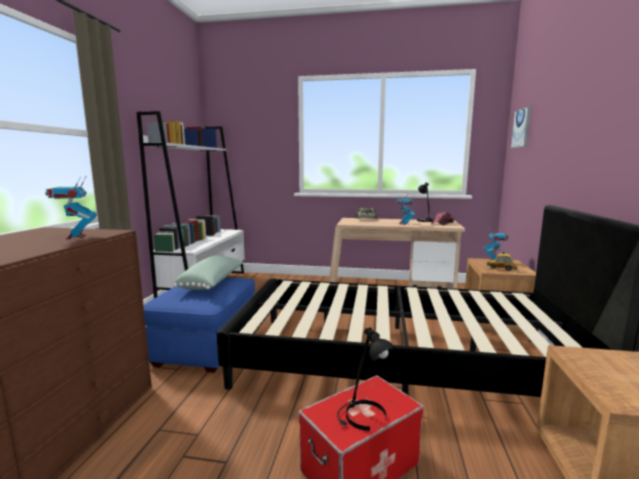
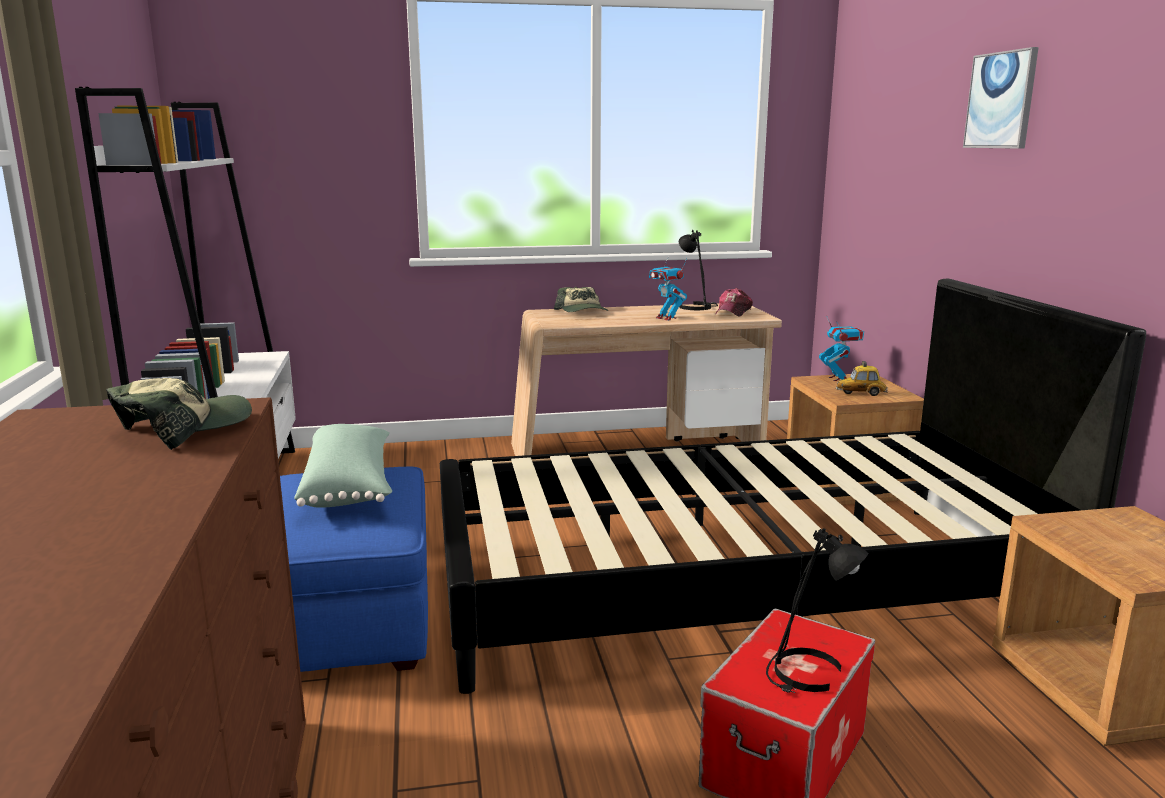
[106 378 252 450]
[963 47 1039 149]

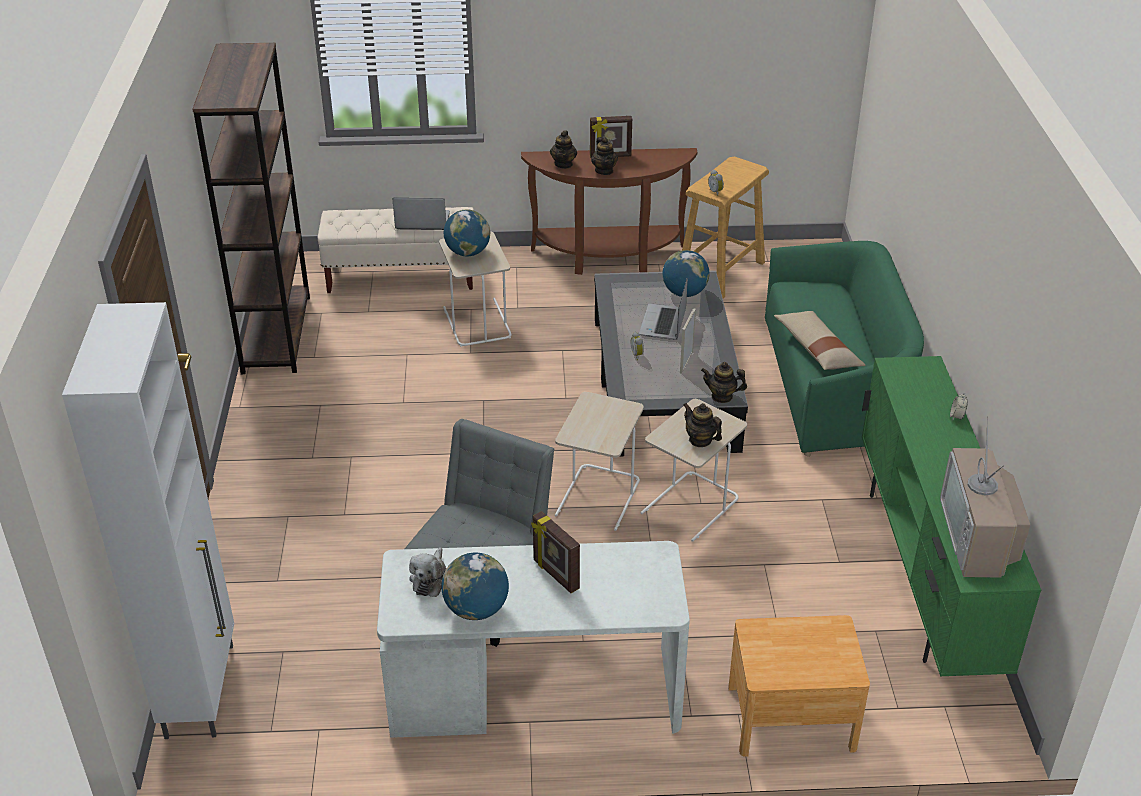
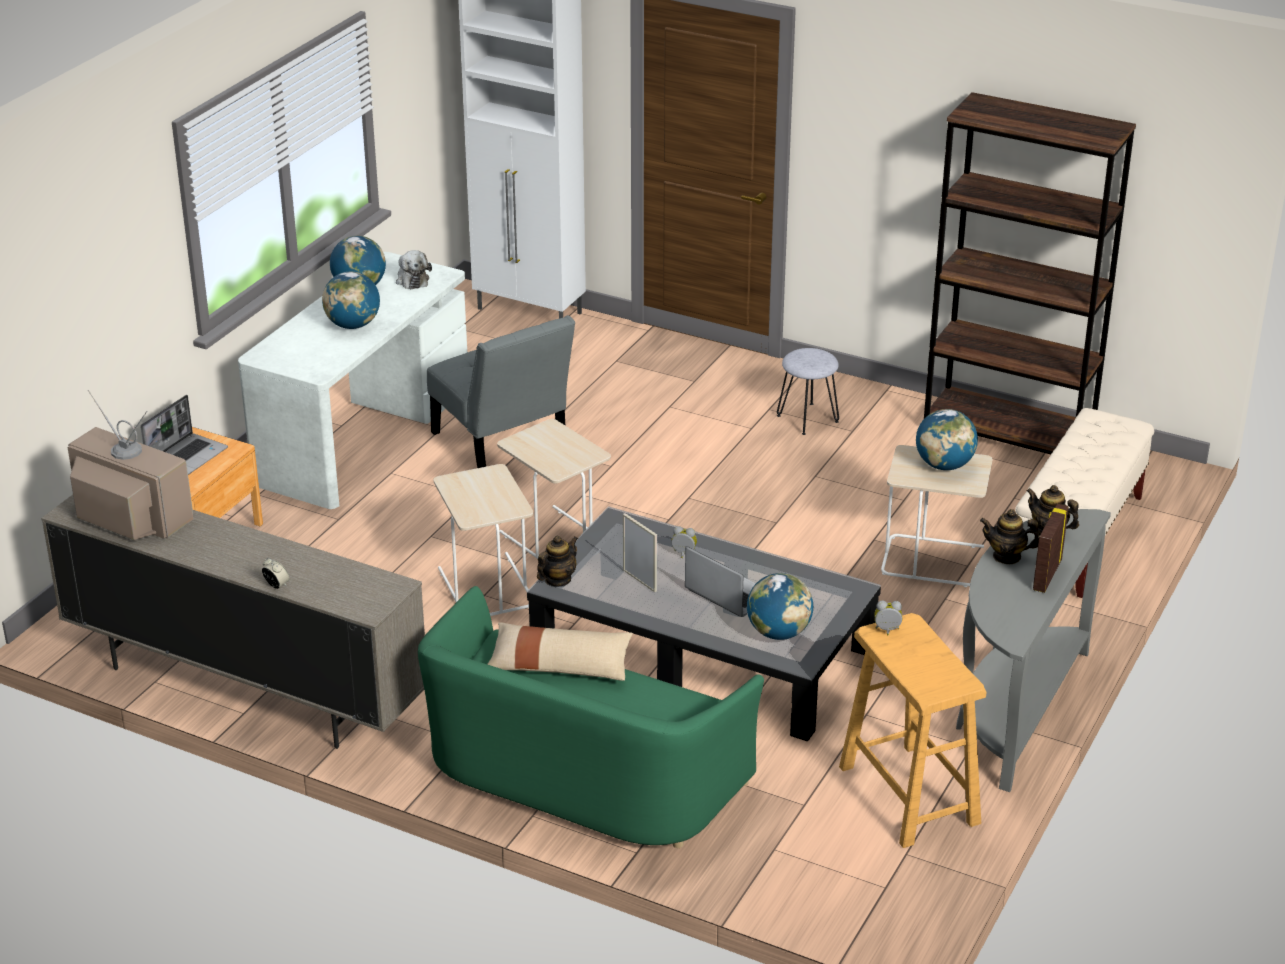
[41 495 425 749]
[140 395 228 475]
[322 272 380 329]
[396 250 432 289]
[777 348 839 435]
[956 509 1111 792]
[684 403 722 447] (first image)

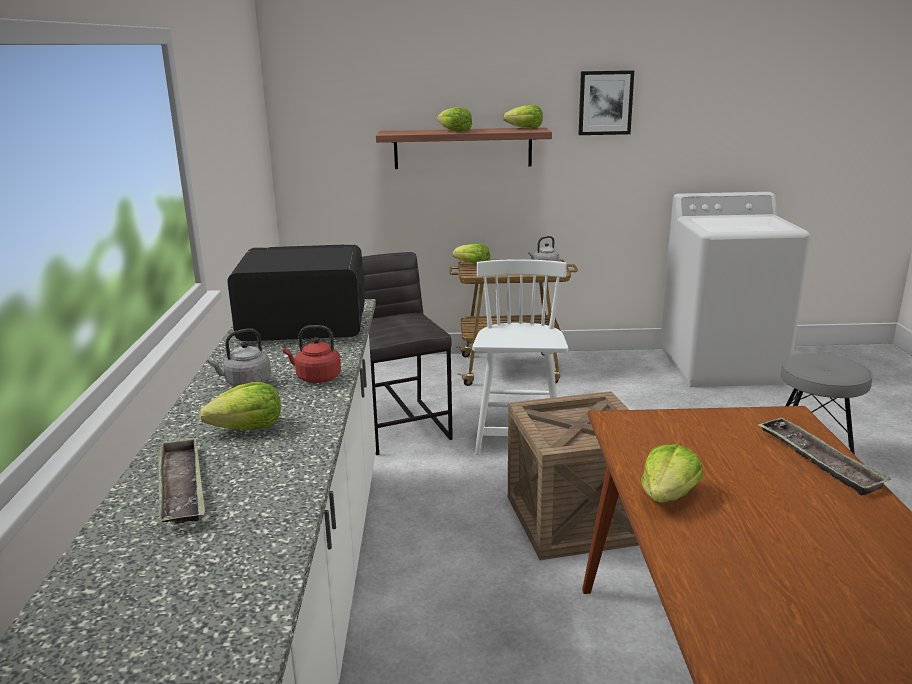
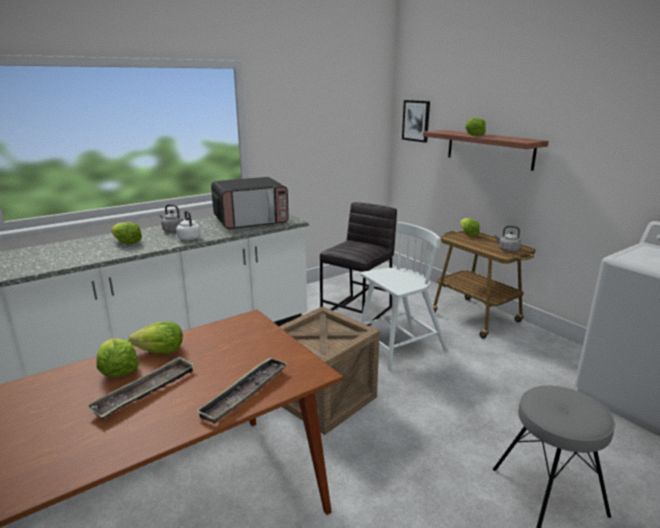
[86 356 195 419]
[96 338 139 377]
[176 210 201 240]
[211 177 289 229]
[402 100 430 143]

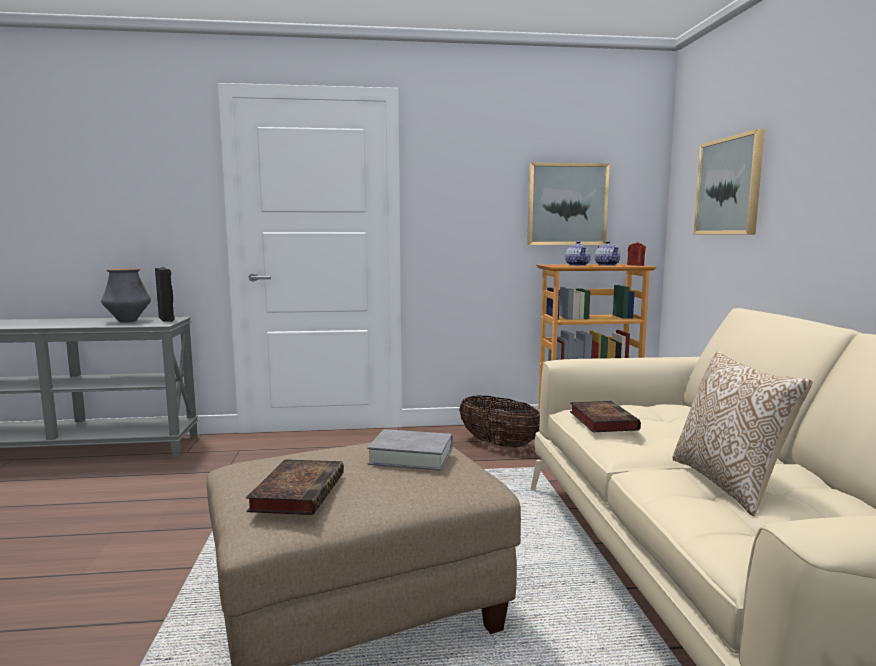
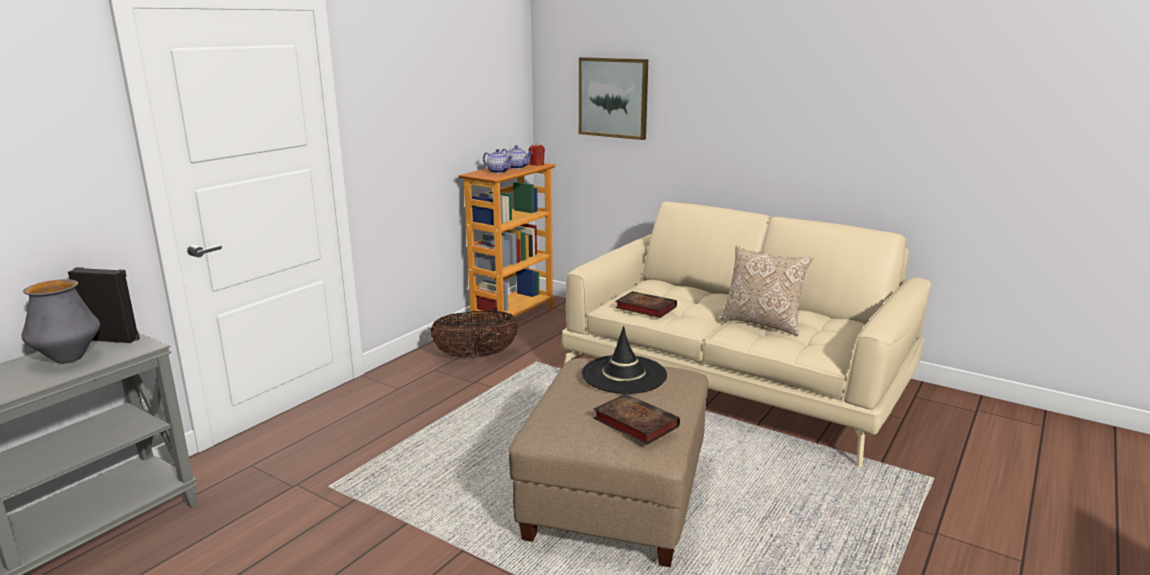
[582 326 667 394]
[527 163 610 245] (first image)

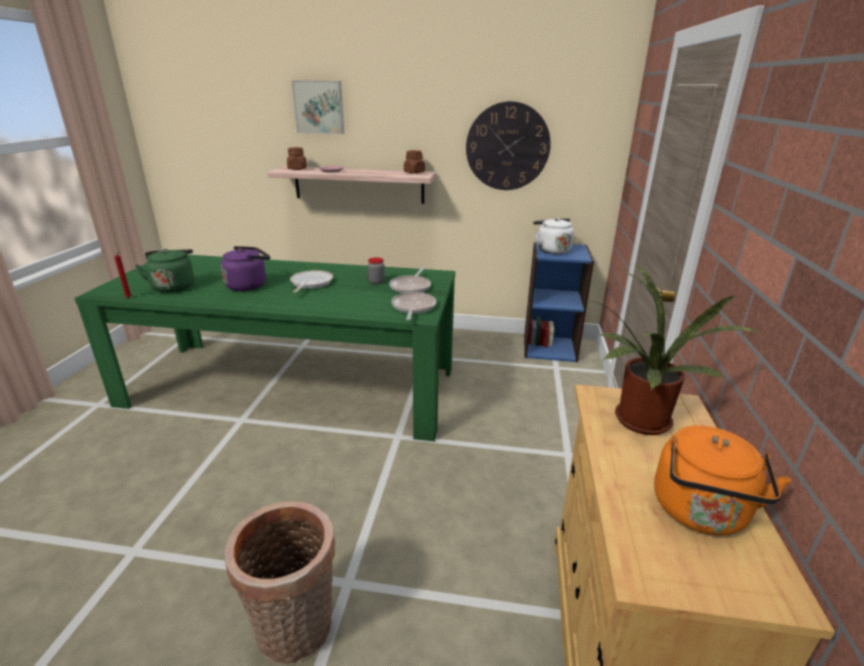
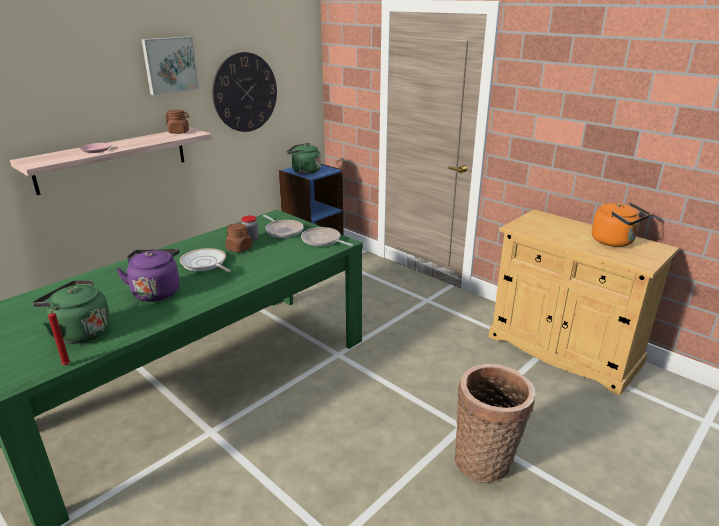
[141 37 199 95]
[225 223 252 253]
[287 143 321 174]
[591 263 761 435] (first image)

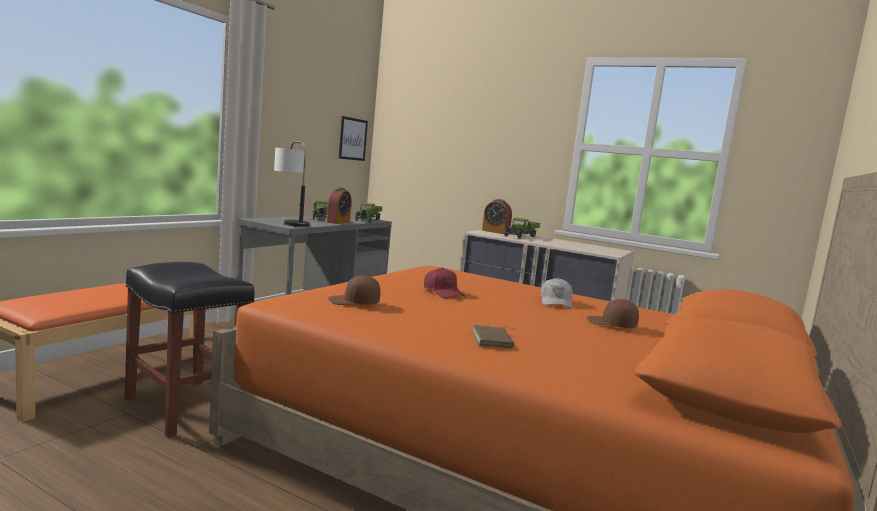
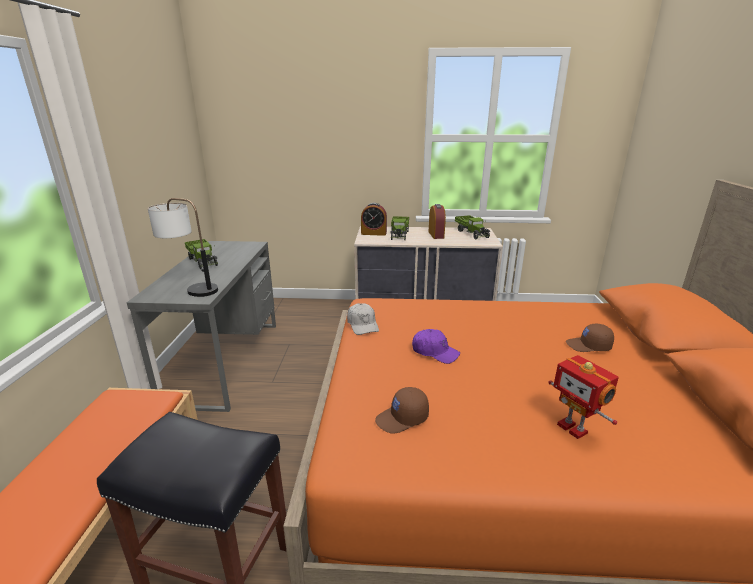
[347 303 379 335]
[412 329 460 364]
[429 204 446 239]
[455 215 490 239]
[548 355 619 439]
[339 116 368 161] (first image)

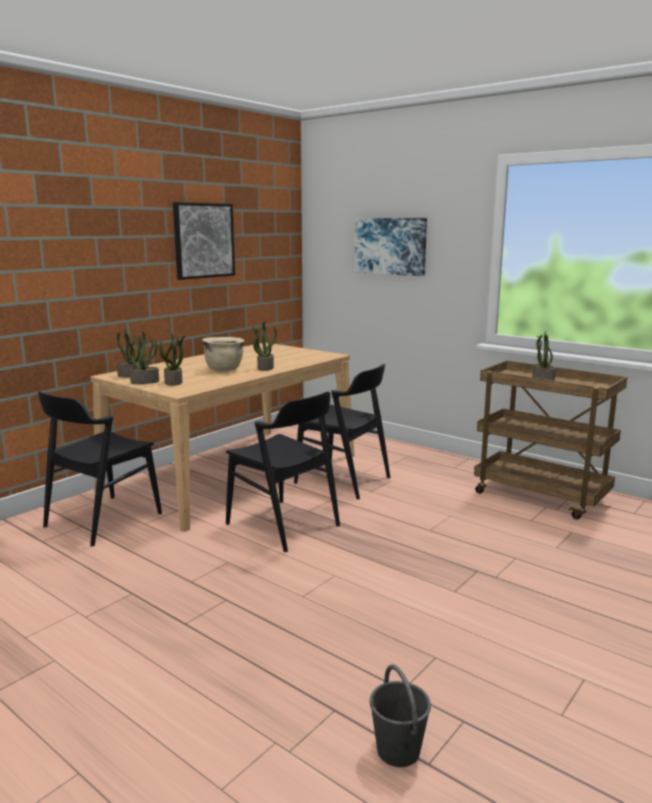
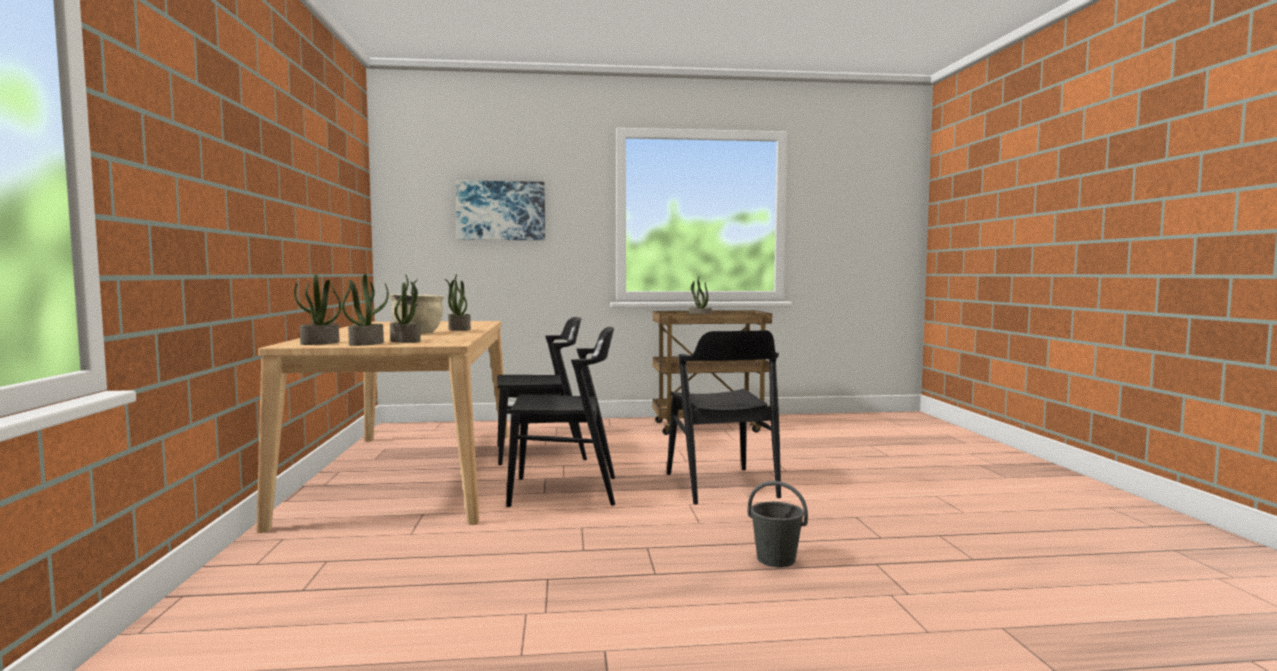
[667 330 781 504]
[747 481 808 567]
[173 202 235 280] (first image)

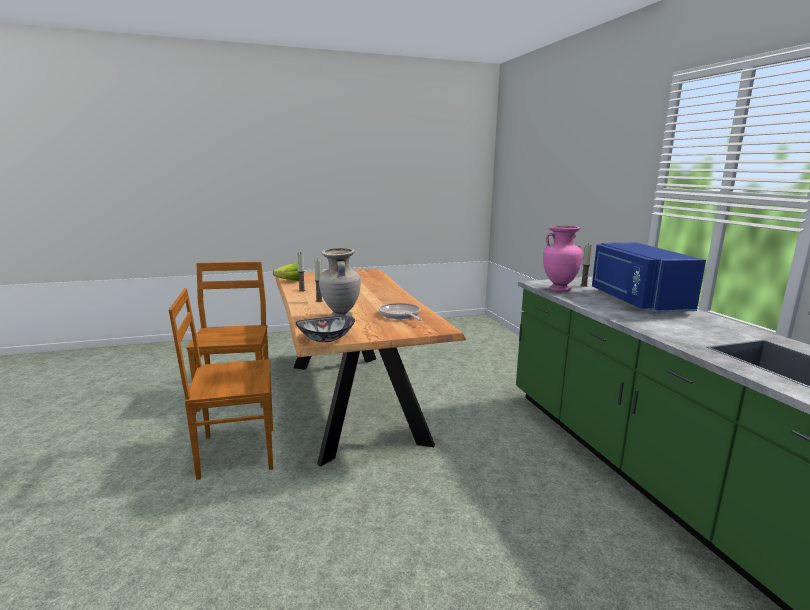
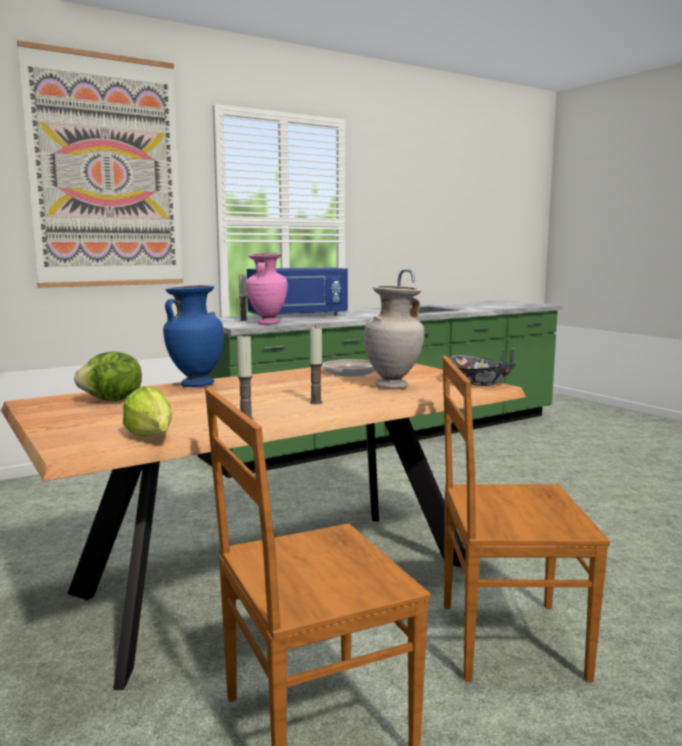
[17 40 183 288]
[74 352 142 401]
[163 285 224 387]
[442 356 610 682]

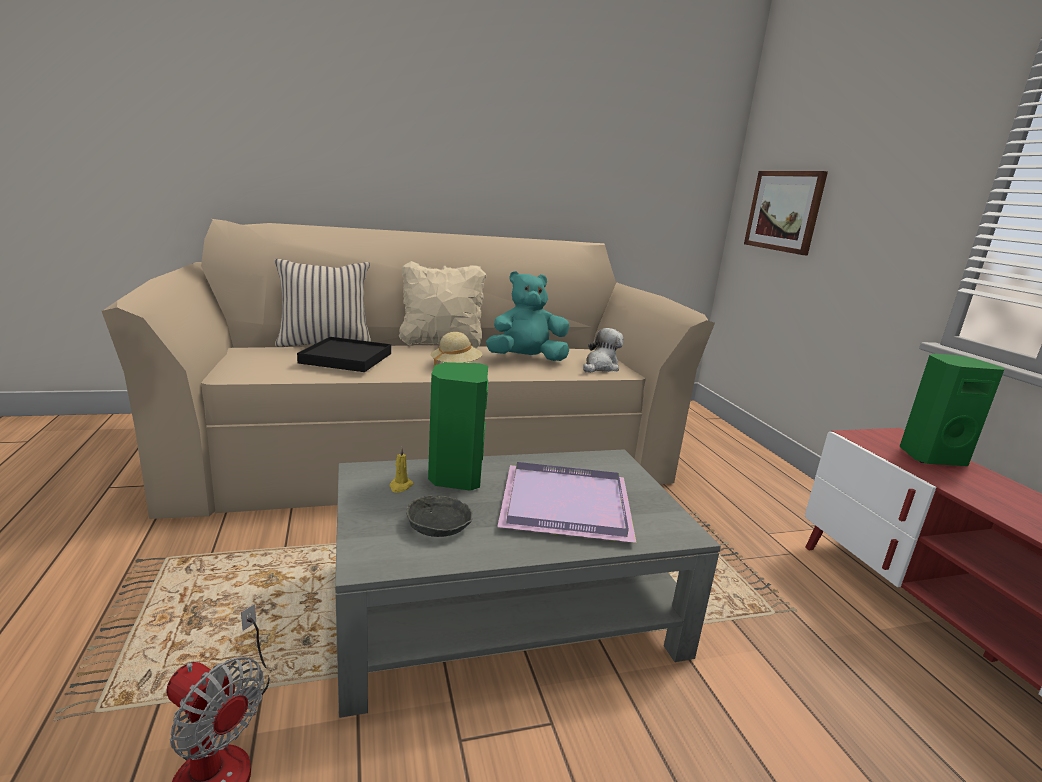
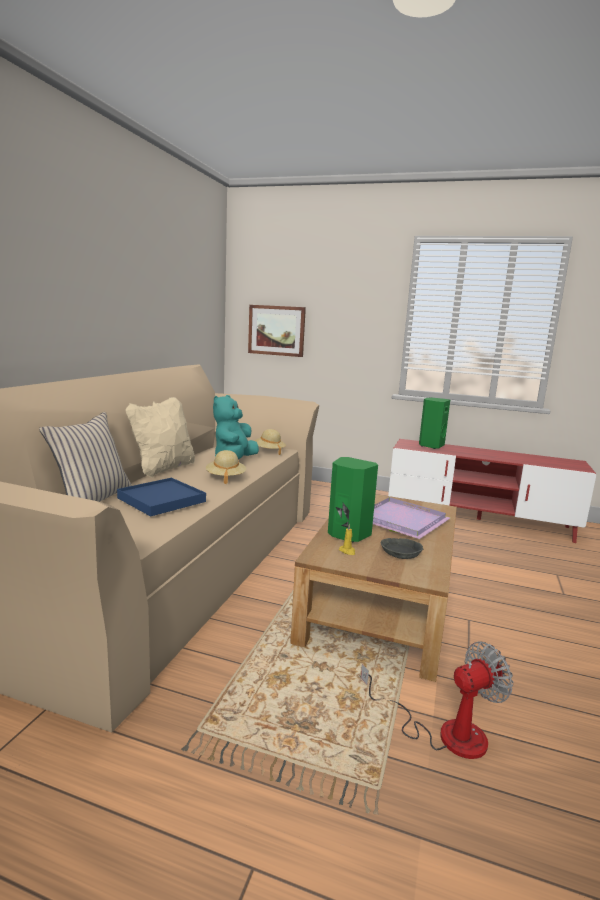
[117 478 206 517]
[254 429 286 455]
[290 494 457 682]

